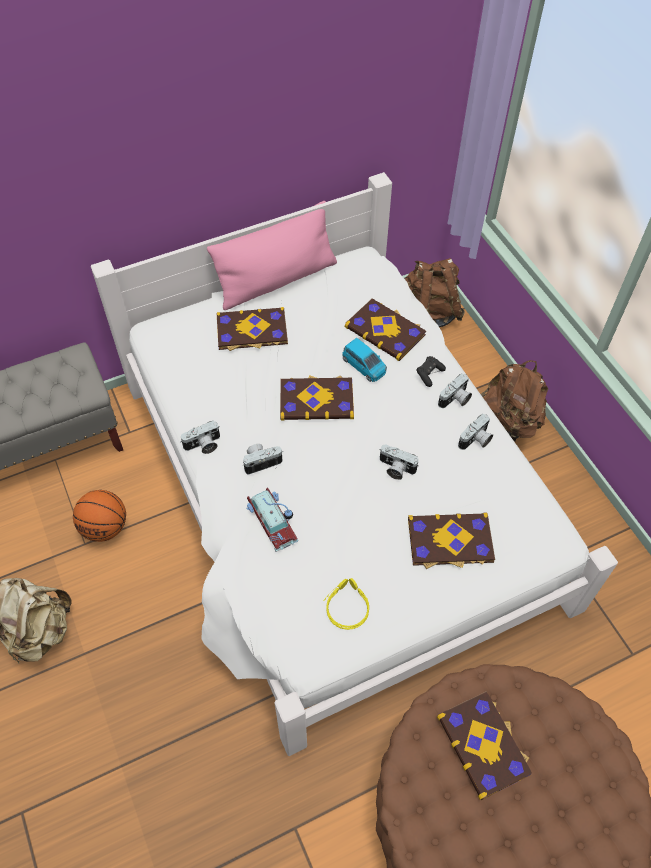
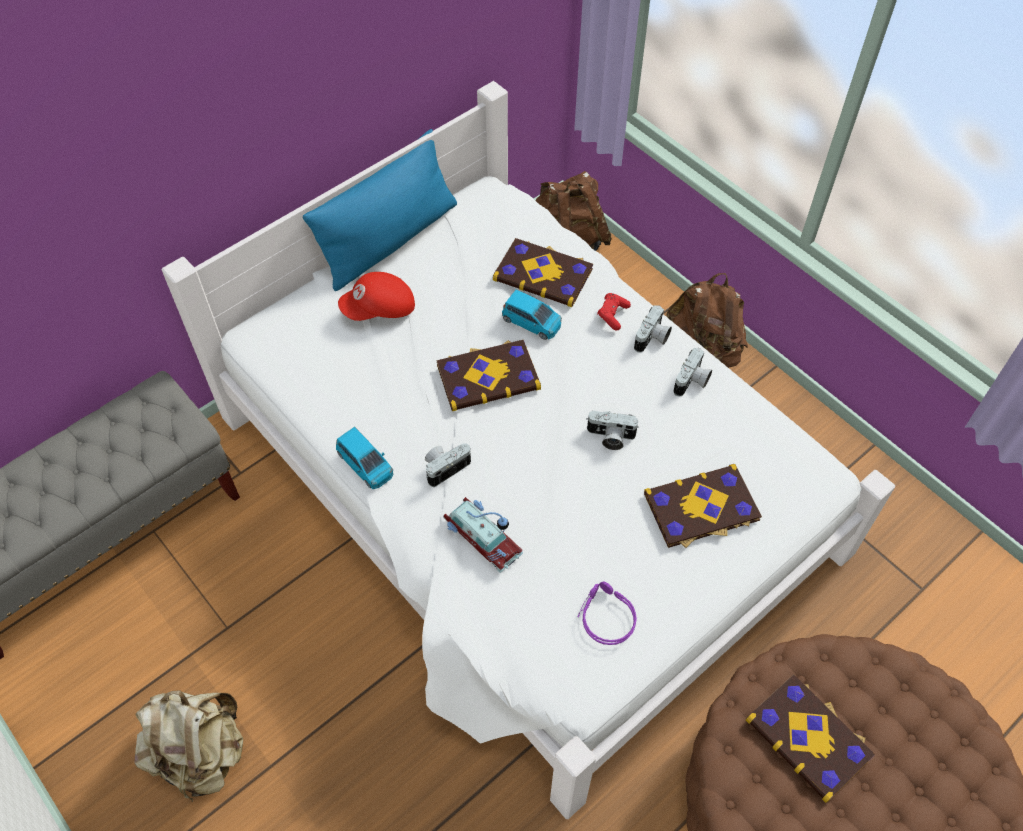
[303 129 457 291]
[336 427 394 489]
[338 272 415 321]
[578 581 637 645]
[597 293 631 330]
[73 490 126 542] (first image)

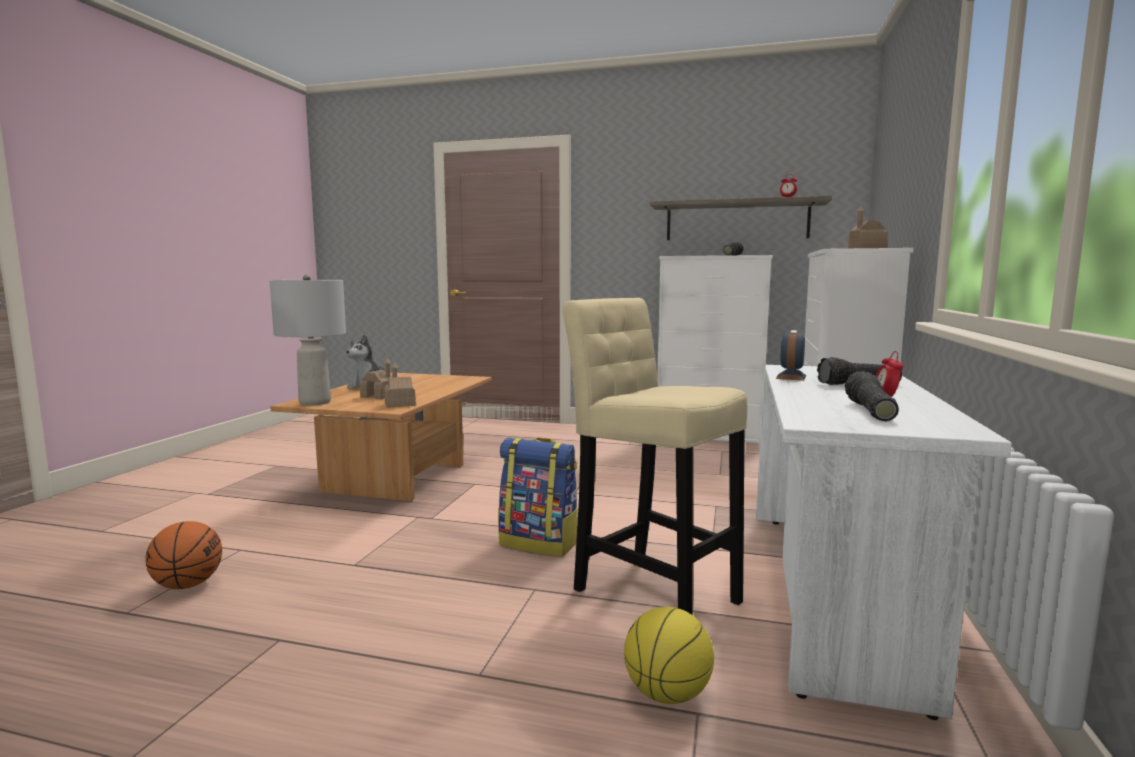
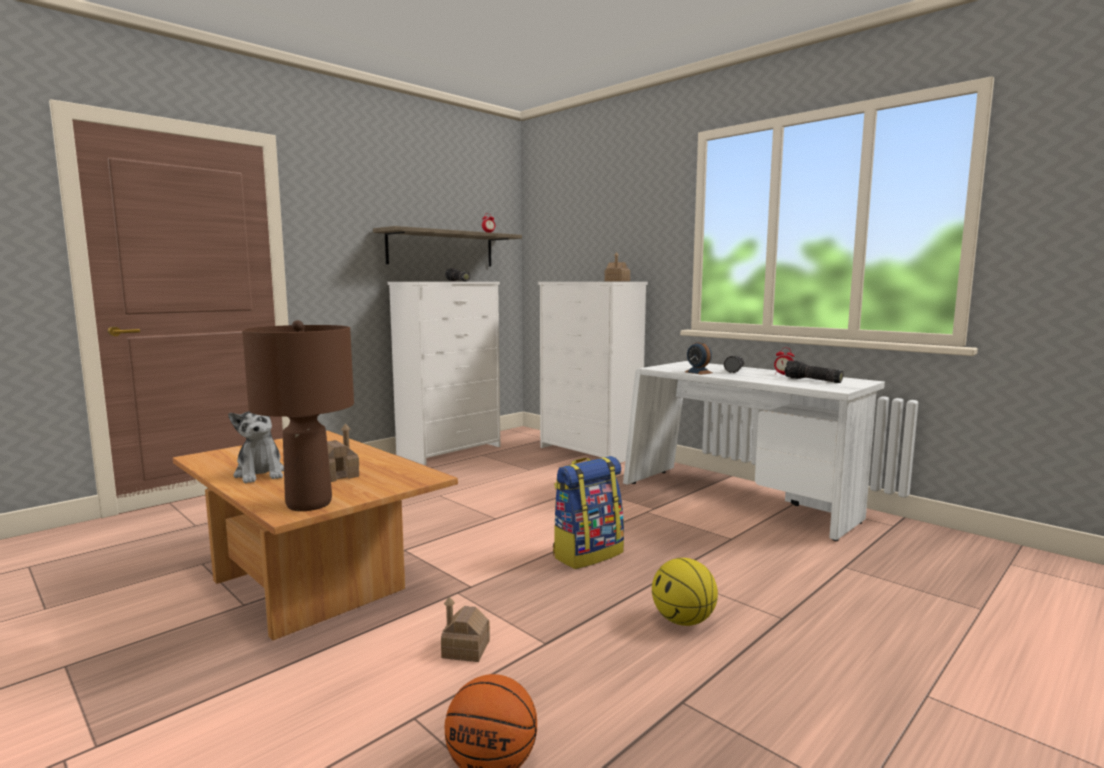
[242 320 354 511]
[441 597 490 662]
[652 558 718 626]
[562 298 747 615] (first image)

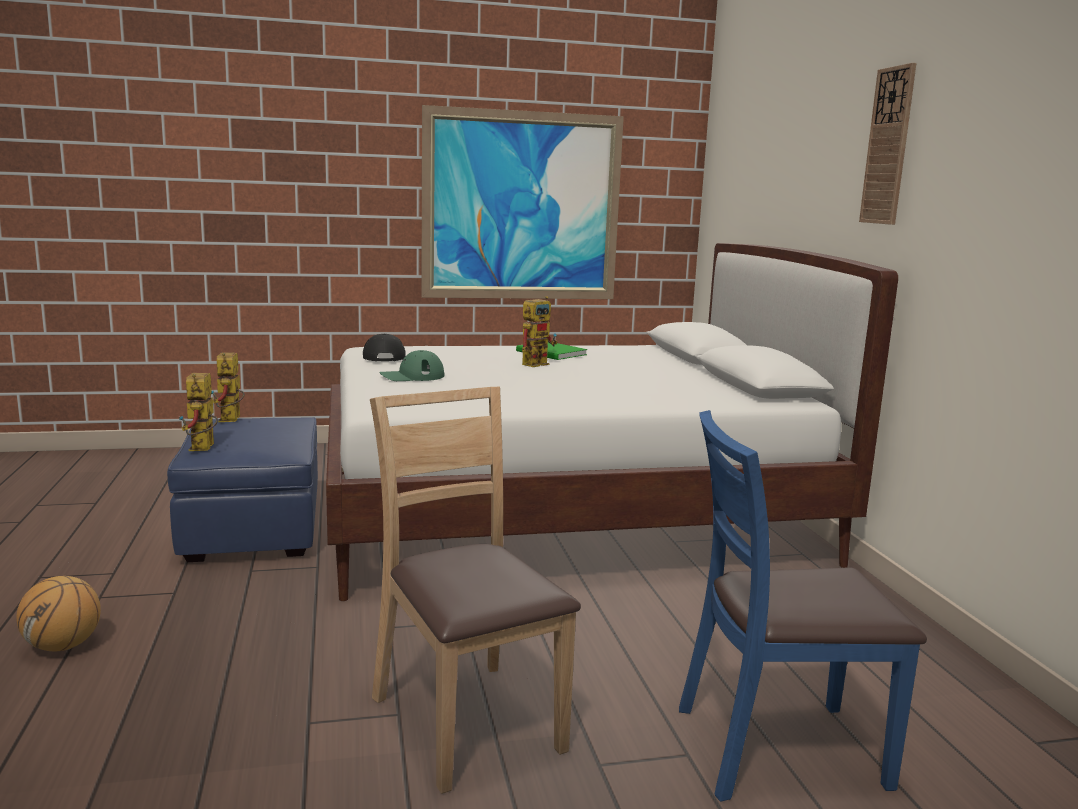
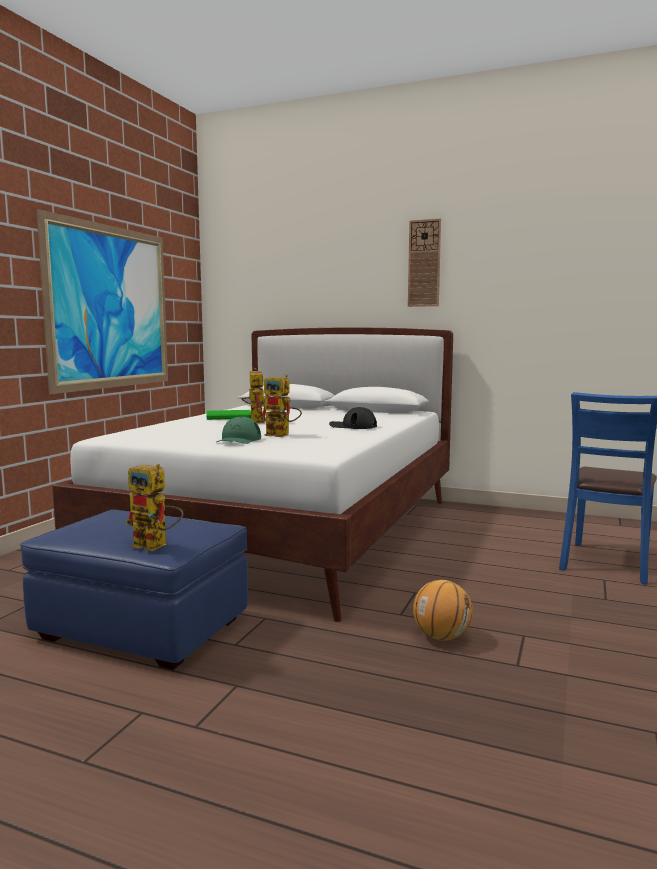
[260 375 302 437]
[329 407 377 429]
[413 580 473 641]
[370 387 581 794] (first image)

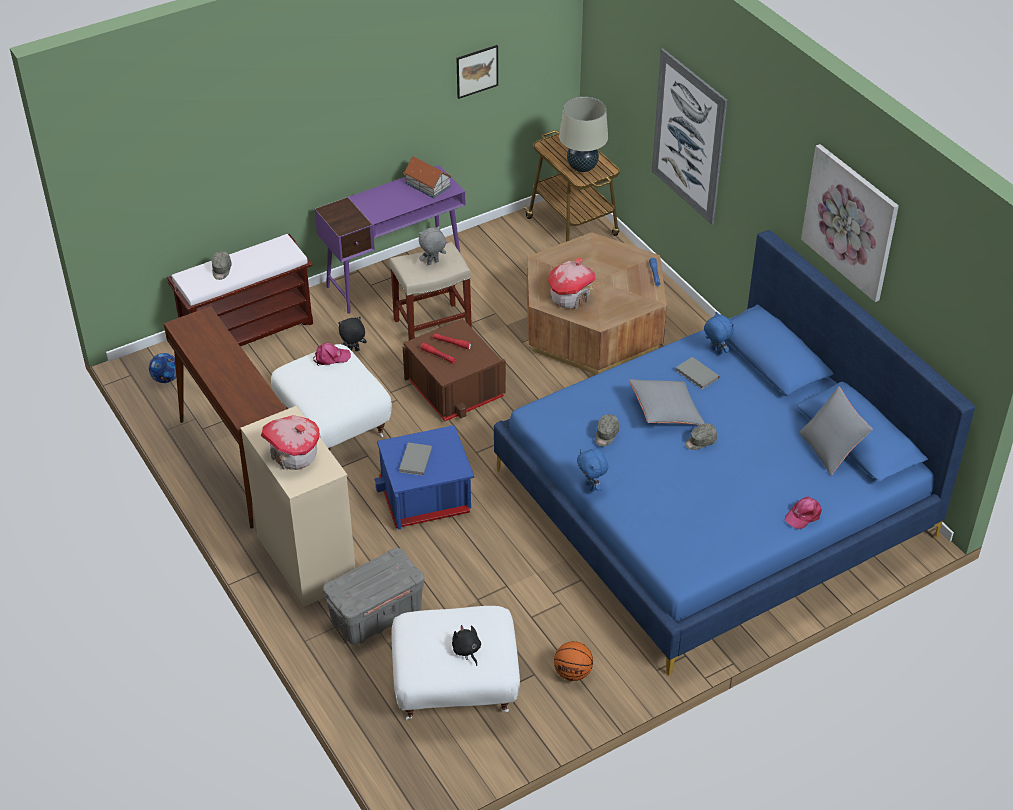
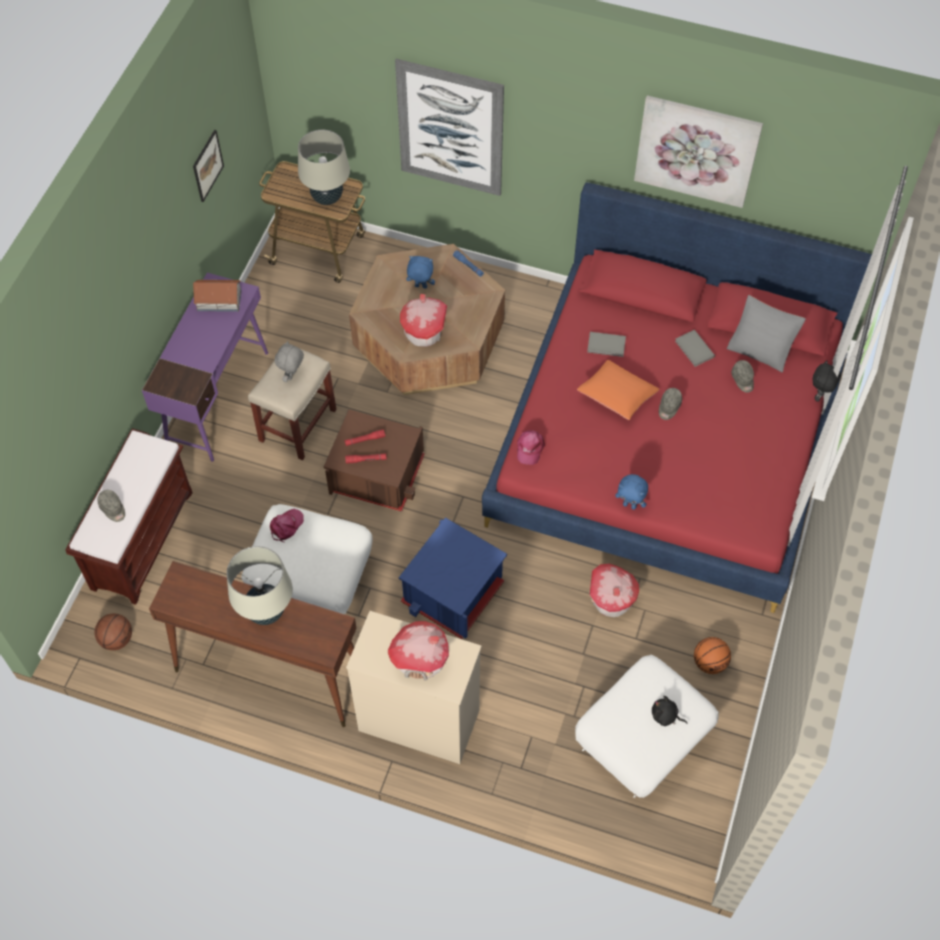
[94 614 132 650]
[227 546 293 625]
[406 256 435 288]
[482 183 872 613]
[517 430 545 465]
[577 360 660 420]
[590 563 639 617]
[675 330 715 367]
[731 360 754 393]
[813 361 841 402]
[323 548 424 645] (first image)

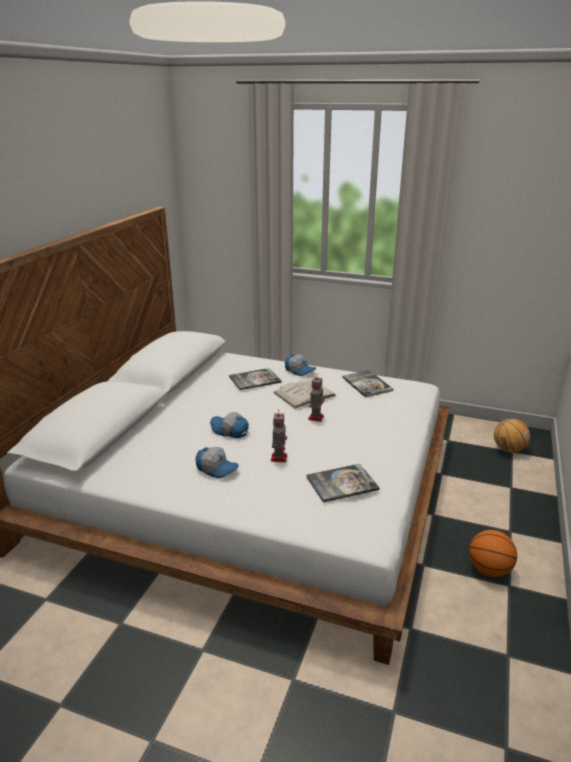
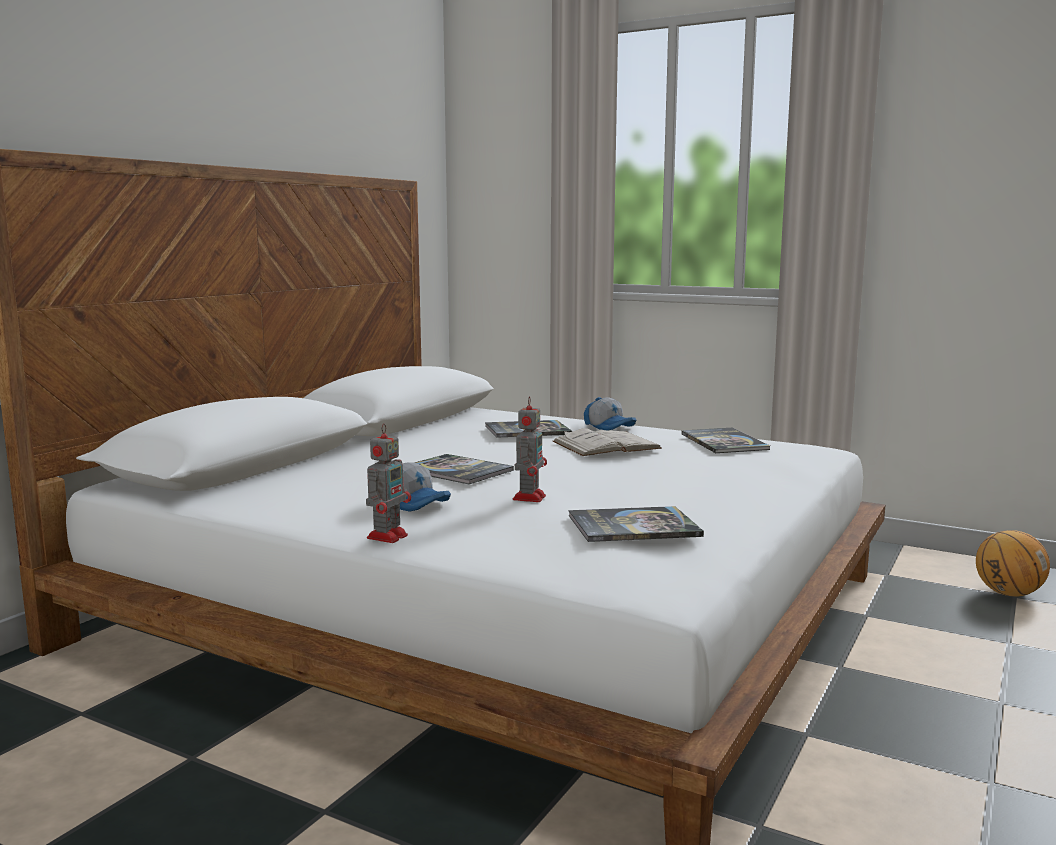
[366 424 411 543]
[415 454 514 484]
[469 530 517 577] (first image)

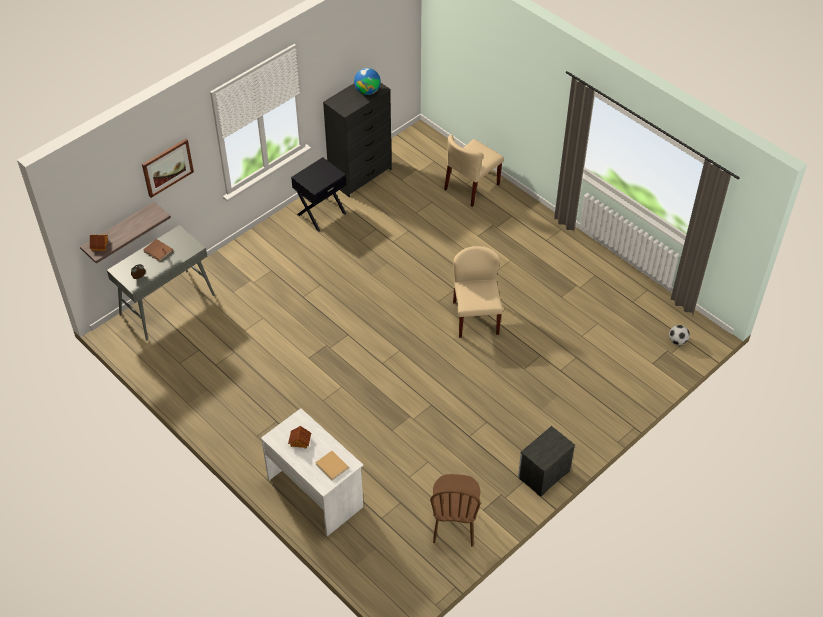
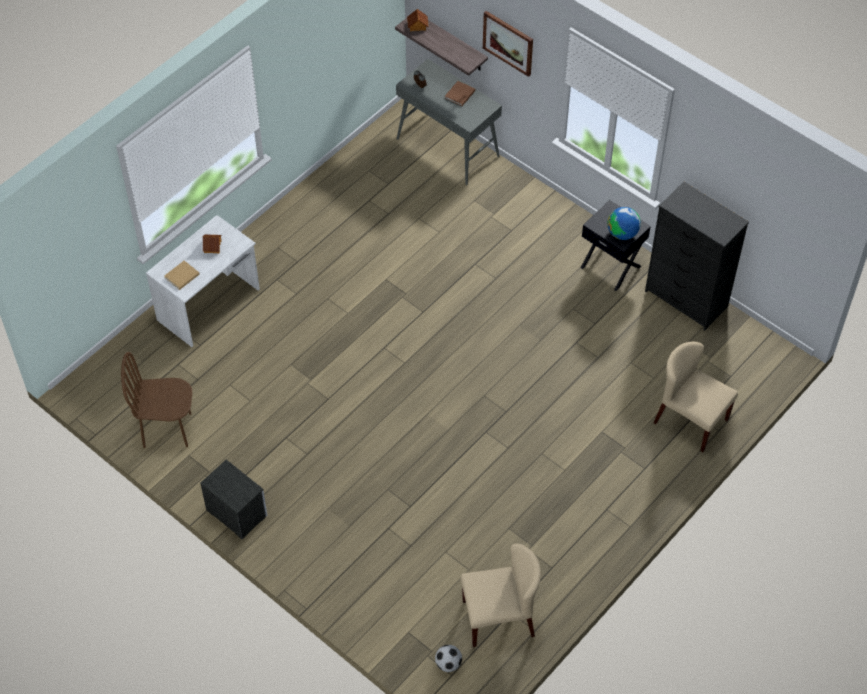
[461 544 541 647]
[607 207 641 240]

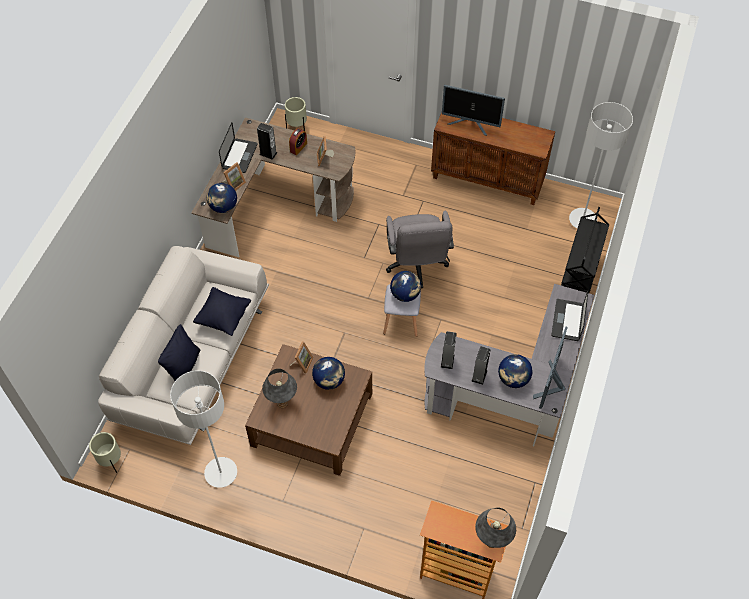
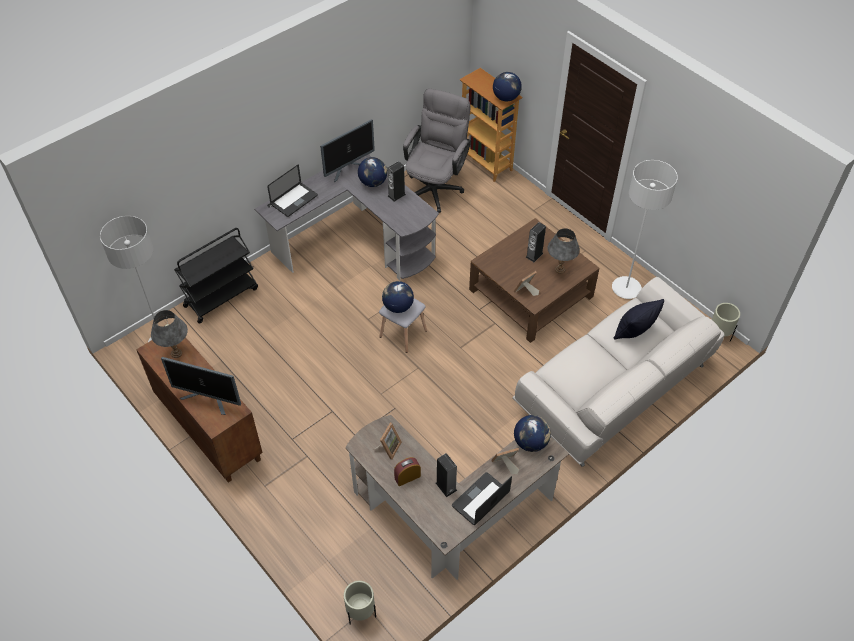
[151 310 188 358]
[161 357 241 415]
[403 88 471 213]
[493 72 522 101]
[526 222 546 262]
[193 287 251 336] (first image)

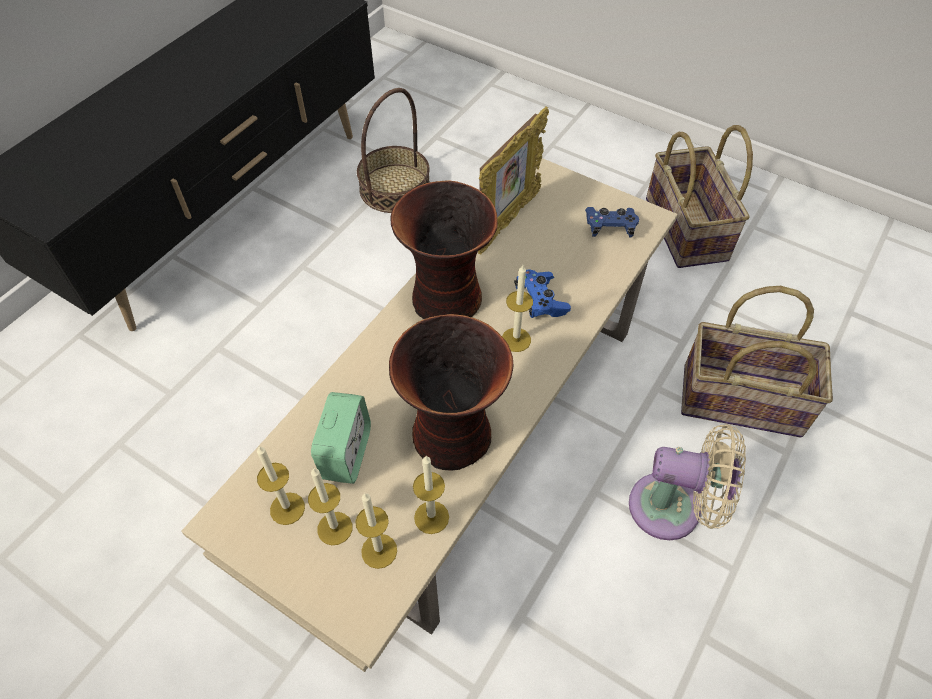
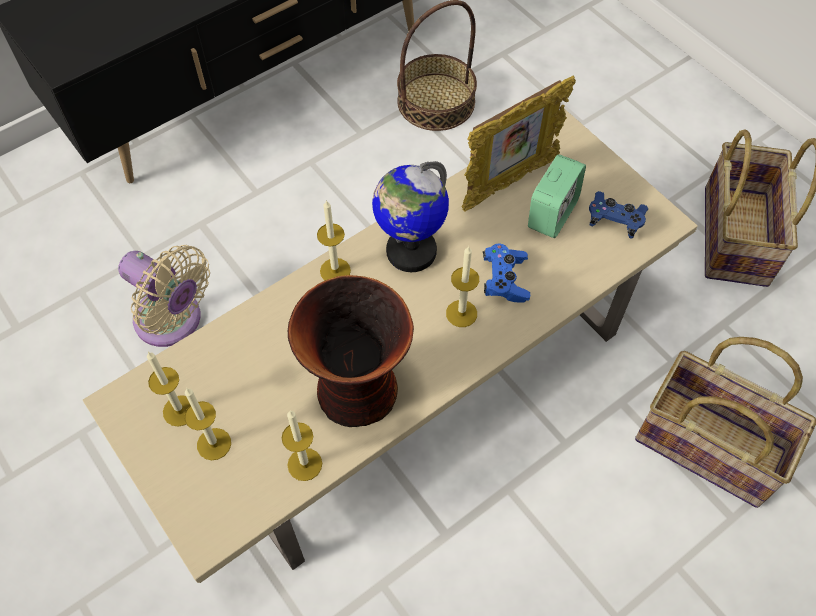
[118 245 210 347]
[317 200 351 281]
[372 161 449 272]
[528 154 586 238]

